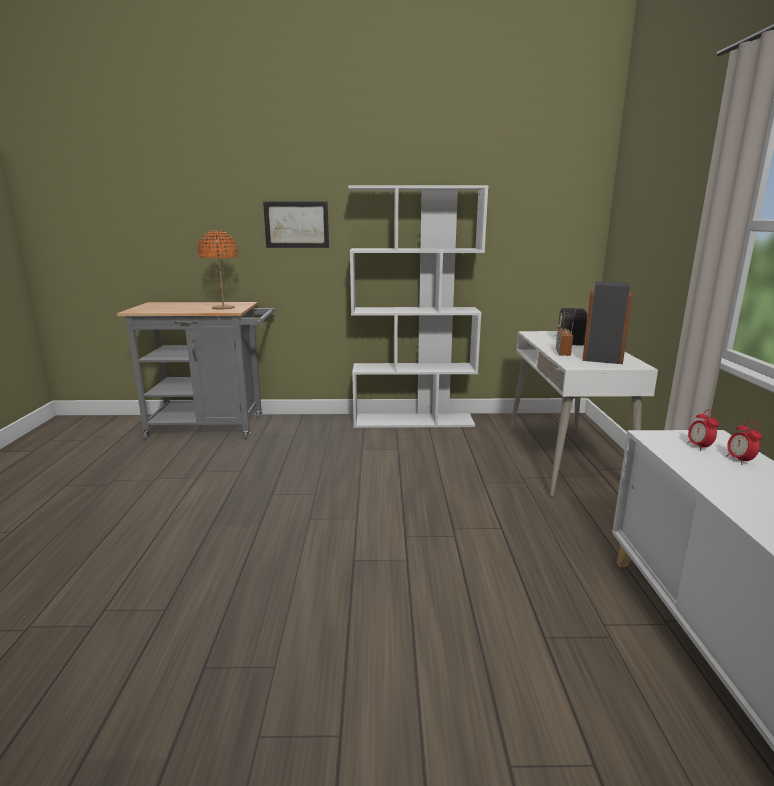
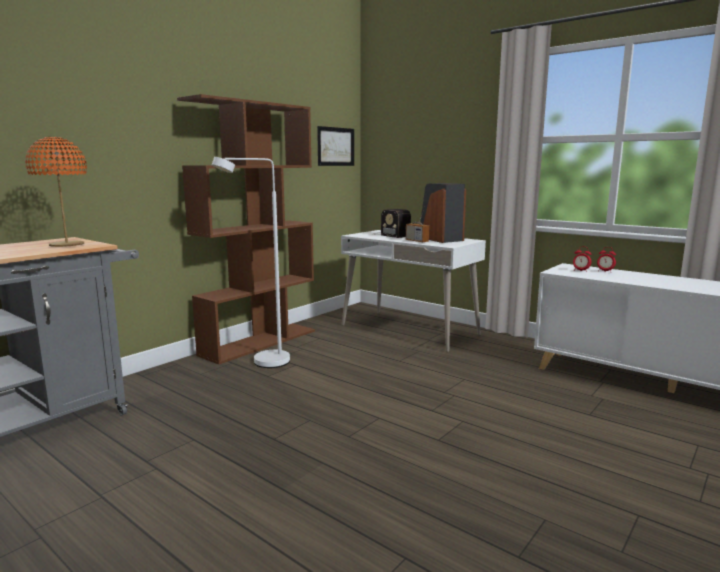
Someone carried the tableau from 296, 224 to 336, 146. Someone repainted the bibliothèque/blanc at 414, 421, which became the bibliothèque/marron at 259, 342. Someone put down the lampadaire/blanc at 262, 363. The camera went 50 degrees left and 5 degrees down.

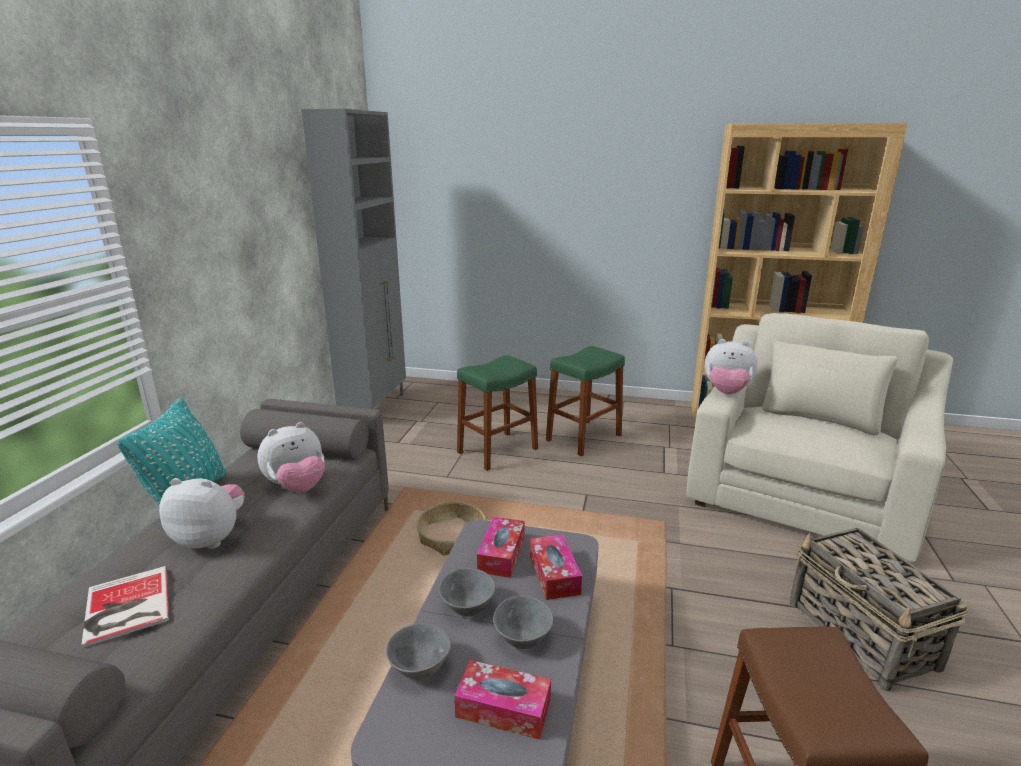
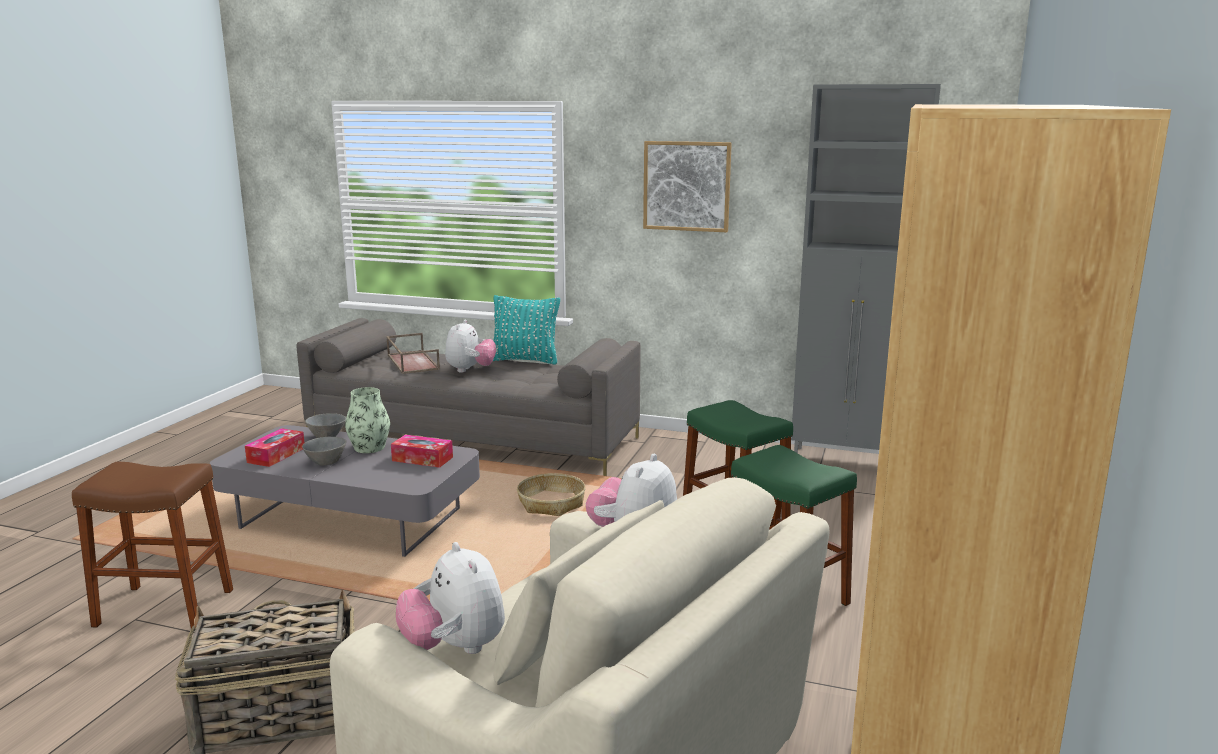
Someone swapped the livre at 125, 607 for the plateau/marron at 412, 362. Someone carried the peluche from 297, 487 to 454, 648. Someone swapped the bol/gris at 466, 608 for the vase at 369, 447. Someone took away the boîte à mouchoirs at 554, 574. Someone put up the tableau at 687, 186. The camera went 95 degrees right and 5 degrees down.

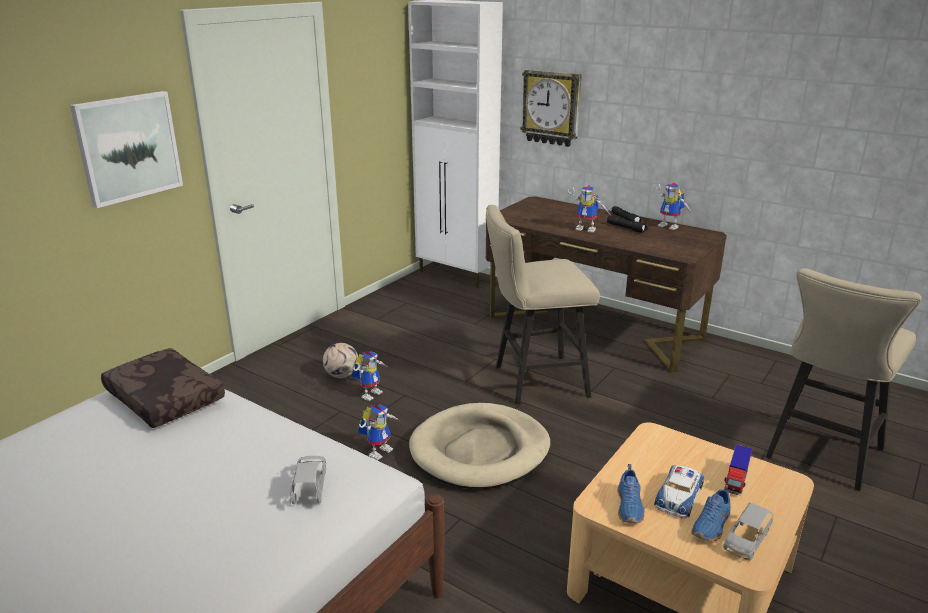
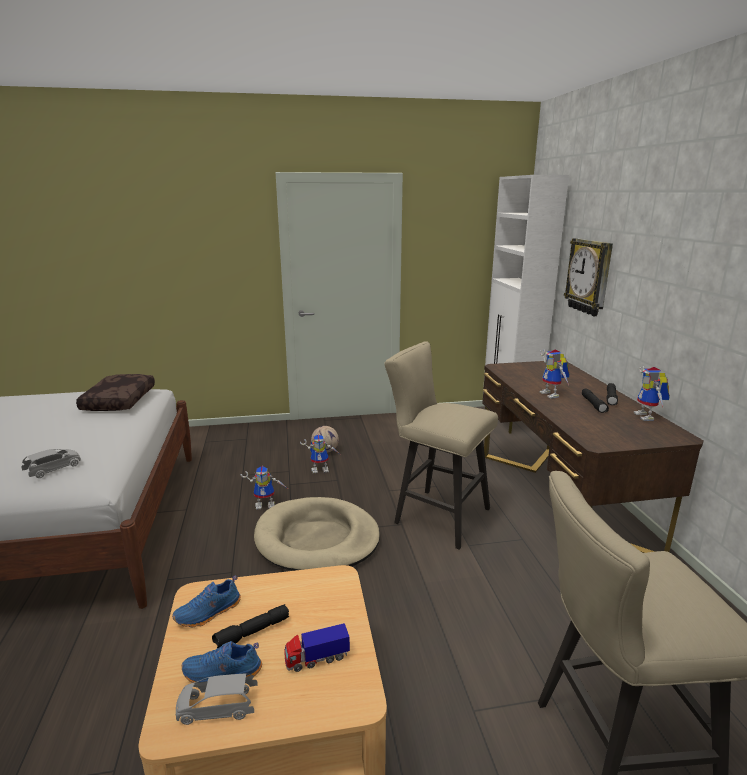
Someone took away the tableau at 128, 147. Someone swapped the petite voiture at 678, 496 for the lampe de poche/noir at 252, 633. The camera went 45 degrees right and 5 degrees down.

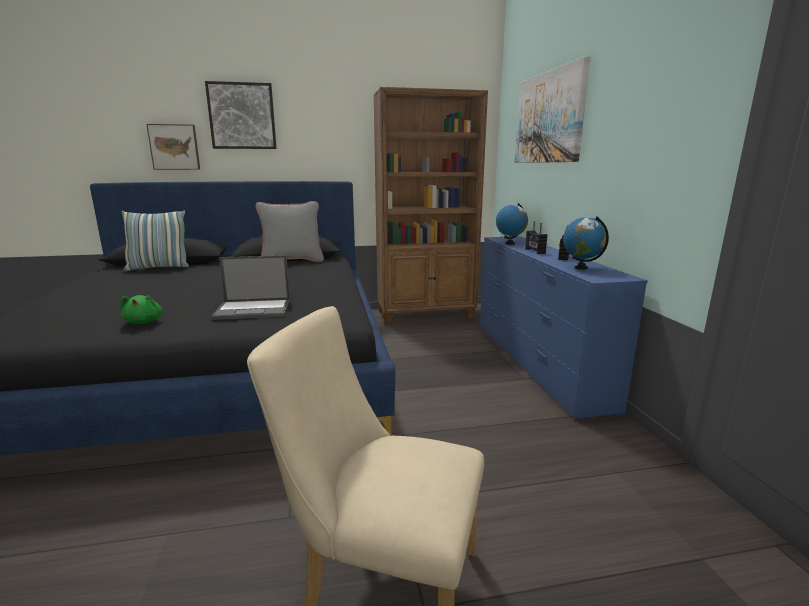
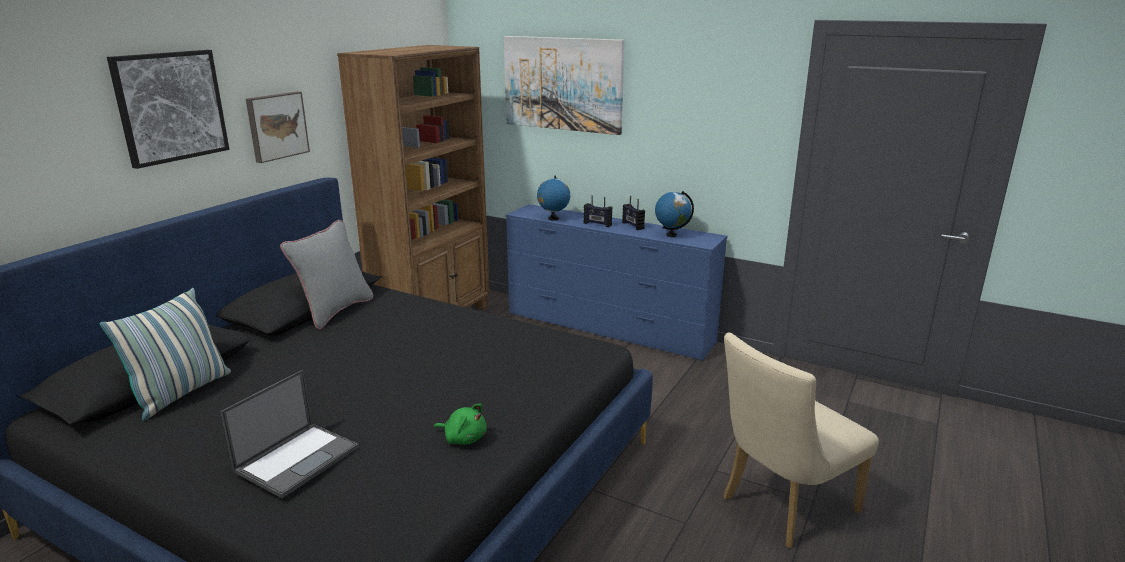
Someone carried the tableau from 174, 147 to 276, 126. Someone carried the ordinateur portable from 254, 309 to 298, 458. The camera went 50 degrees left and 5 degrees up.

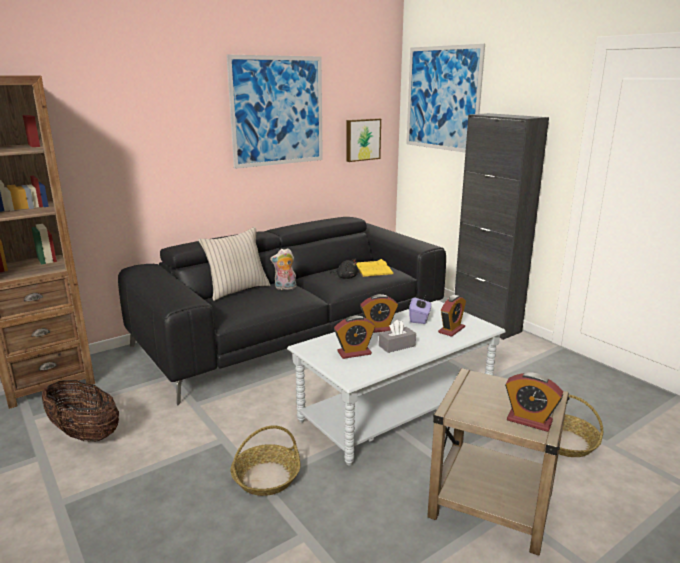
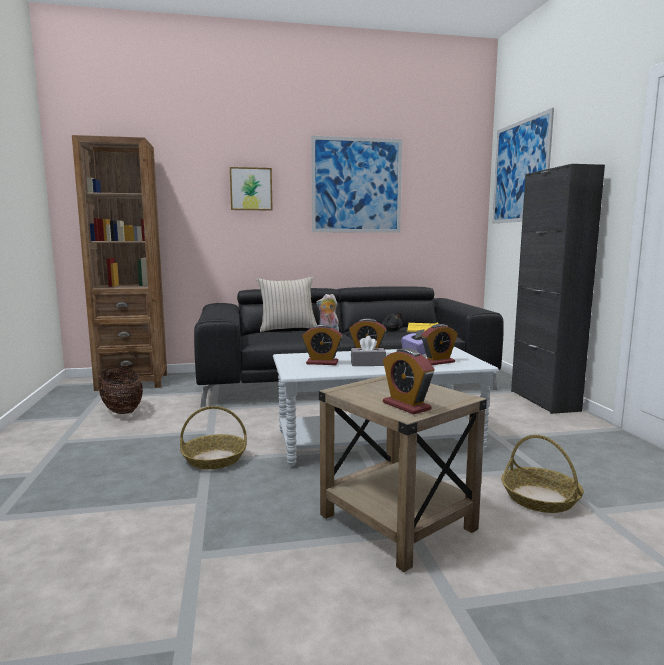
Someone carried the tableau from 362, 139 to 251, 189. The camera went 25 degrees right and 10 degrees down.

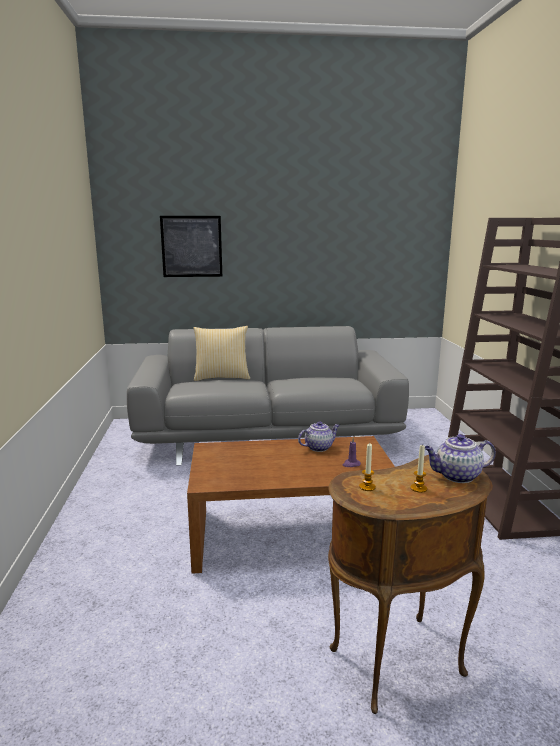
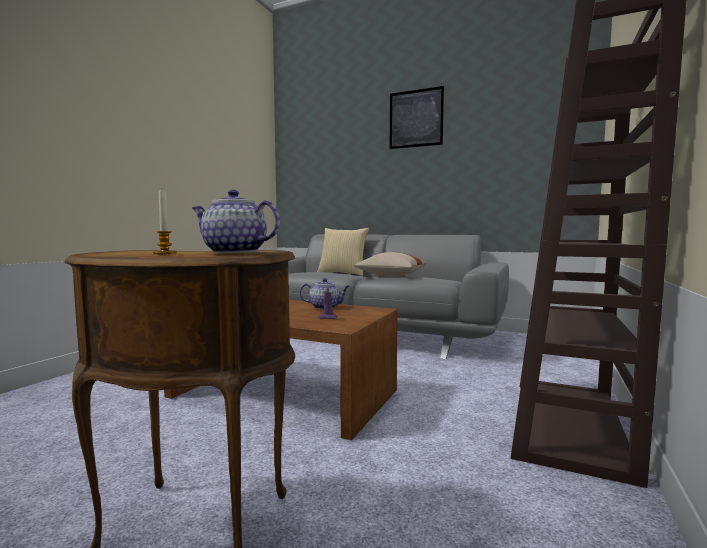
Someone carried the tableau from 191, 246 to 416, 118. Someone took away the bougie at 367, 487. Someone put down the coussin/beige at 390, 276. The camera went 30 degrees right and 10 degrees down.

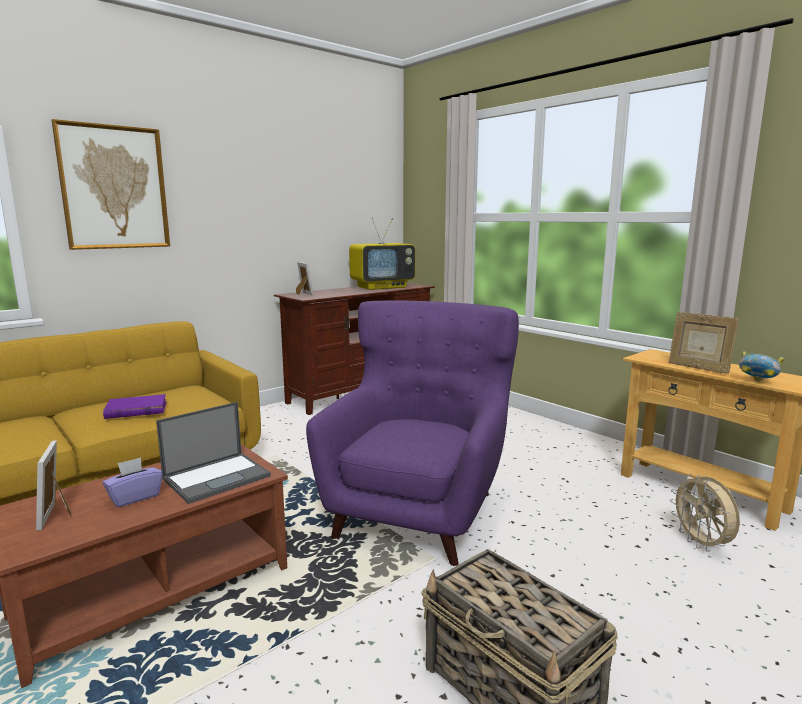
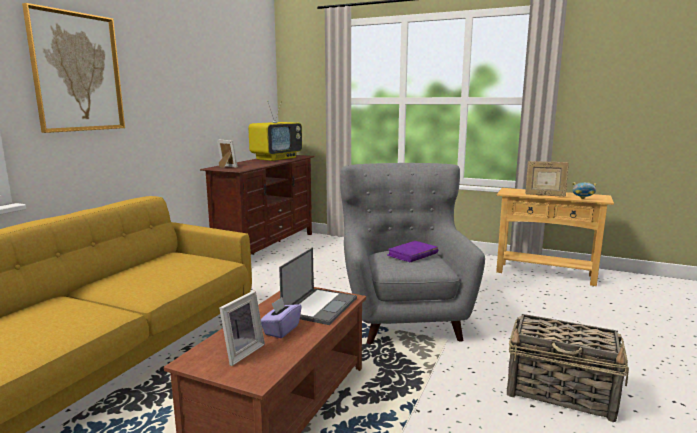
Someone rotated the cadre photo at 58, 514 by 105 degrees counterclockwise. Someone carried the livre/violet from 136, 410 to 412, 254. Someone repainted the fauteuil/violet at 418, 510, which became the fauteuil/gris at 403, 316. Someone took away the ventilateur/beige at 701, 544. The camera went 25 degrees left and 0 degrees up.

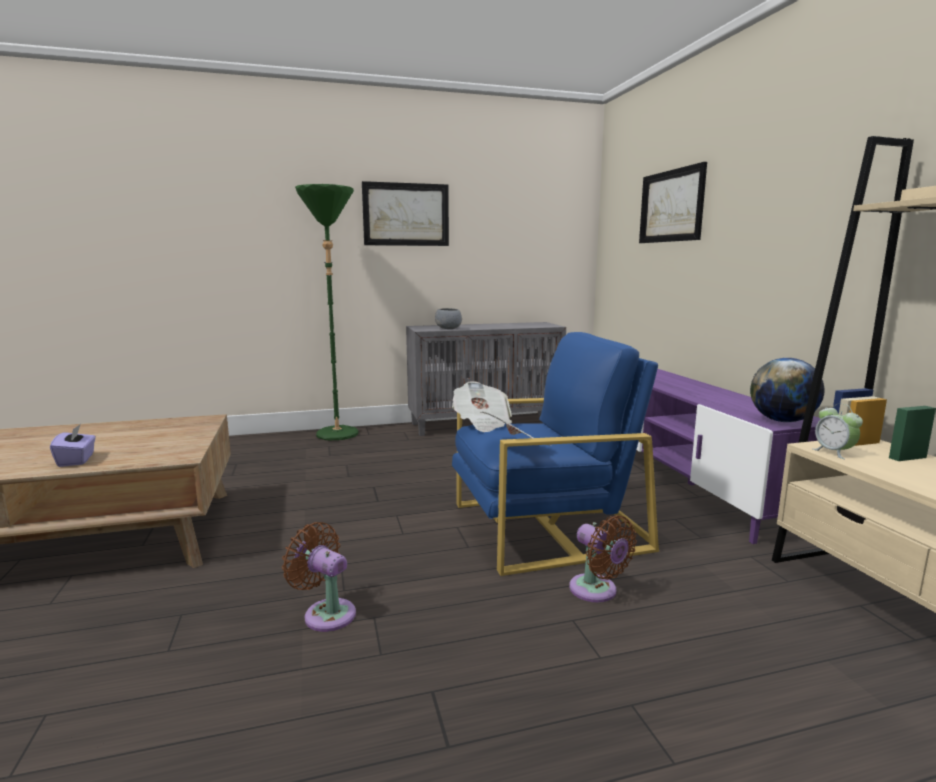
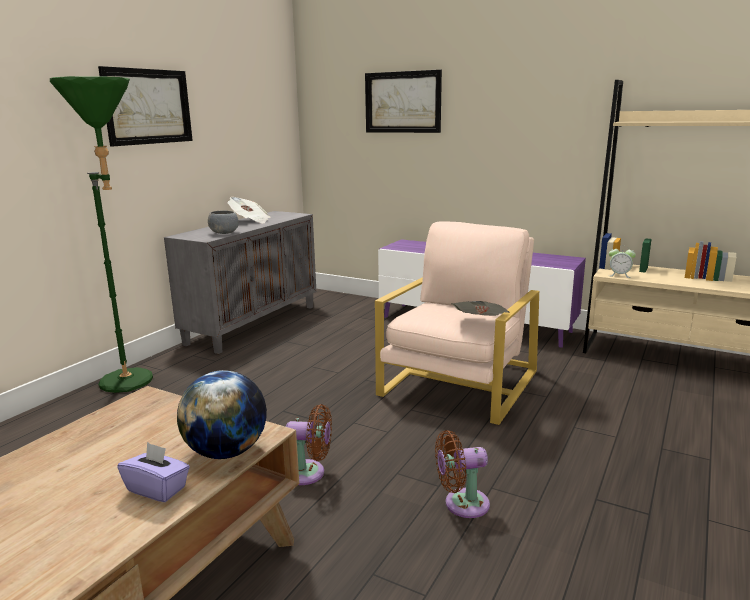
Someone repainted the fauteuil/bleu at 546, 526, which became the fauteuil/beige at 458, 383. Someone carried the journal from 482, 423 to 250, 221. Someone carried the ventilateur/marron from 597, 591 to 309, 473. Someone carried the globe from 782, 421 to 227, 452. The camera went 45 degrees left and 5 degrees up.

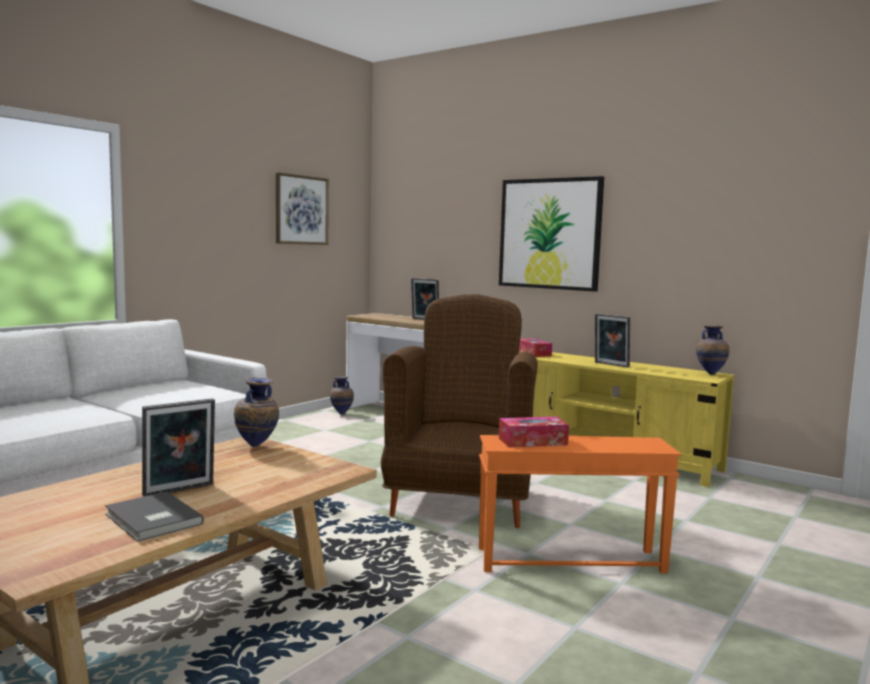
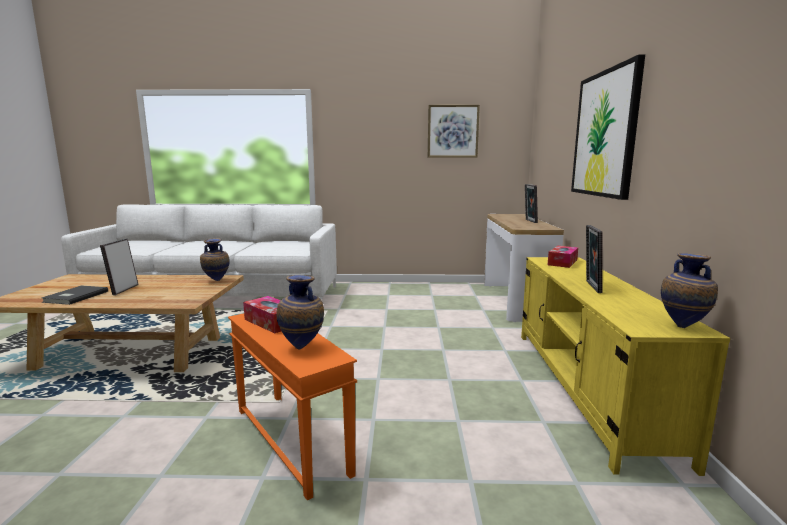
Someone rotated the cadre photo at 180, 491 by 75 degrees clockwise. Someone carried the vase from 341, 414 to 303, 347. Someone took away the fauteuil/marron at 461, 501. The camera went 55 degrees right and 5 degrees up.

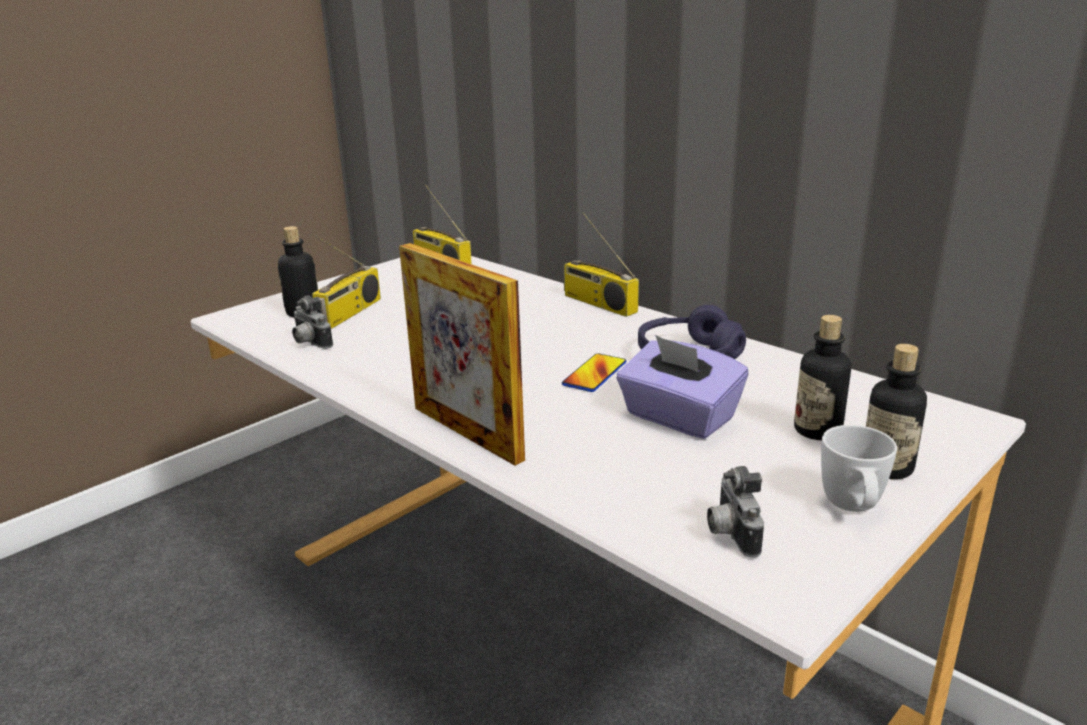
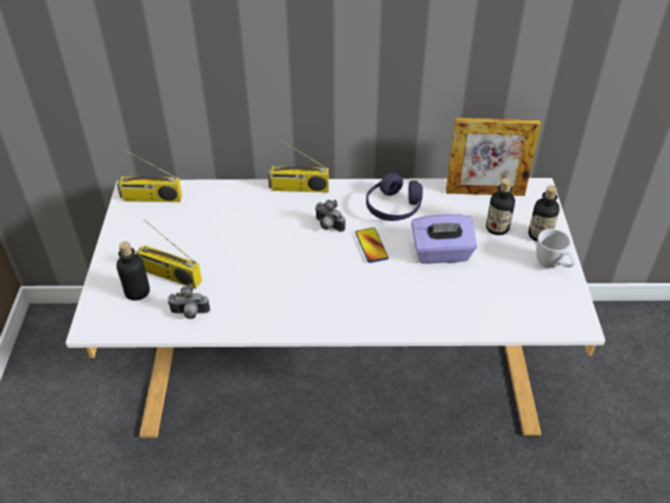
Someone rotated the radio at 350, 313 by 135 degrees clockwise. Someone carried the cadre photo from 467, 433 to 485, 192. Someone carried the appareil photo from 730, 534 to 328, 226. The camera went 45 degrees left and 20 degrees up.

